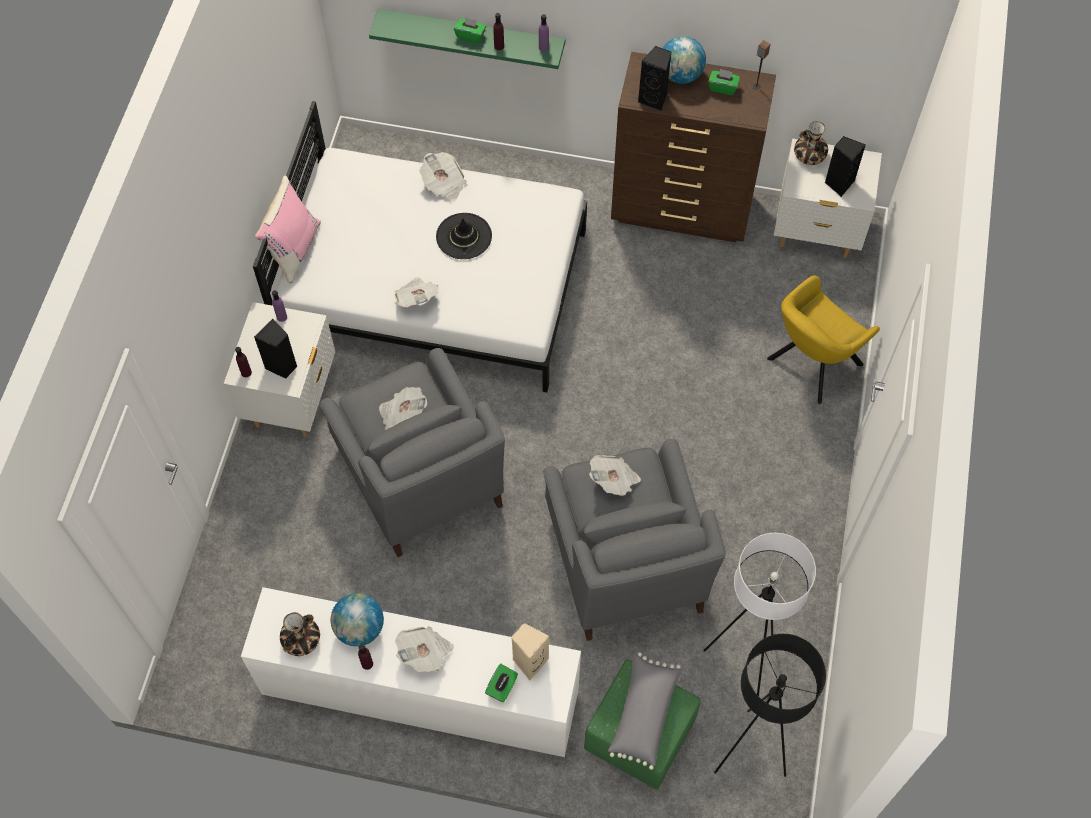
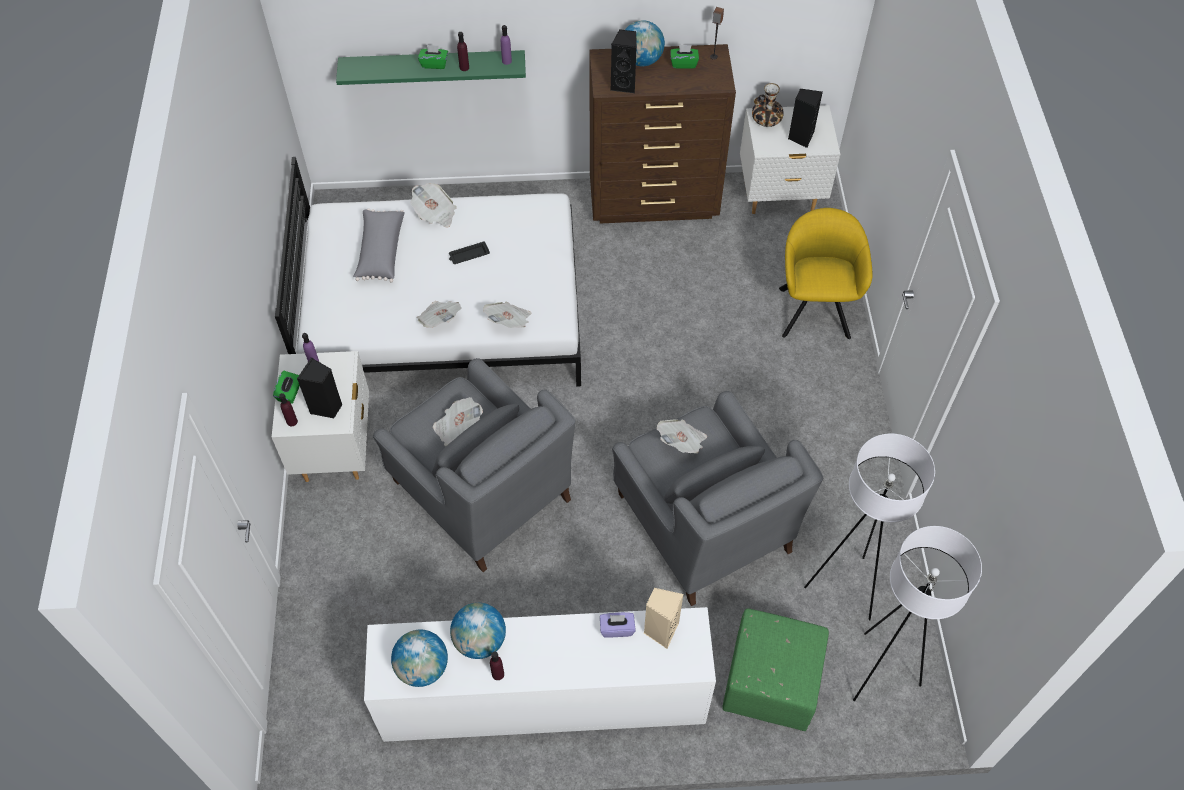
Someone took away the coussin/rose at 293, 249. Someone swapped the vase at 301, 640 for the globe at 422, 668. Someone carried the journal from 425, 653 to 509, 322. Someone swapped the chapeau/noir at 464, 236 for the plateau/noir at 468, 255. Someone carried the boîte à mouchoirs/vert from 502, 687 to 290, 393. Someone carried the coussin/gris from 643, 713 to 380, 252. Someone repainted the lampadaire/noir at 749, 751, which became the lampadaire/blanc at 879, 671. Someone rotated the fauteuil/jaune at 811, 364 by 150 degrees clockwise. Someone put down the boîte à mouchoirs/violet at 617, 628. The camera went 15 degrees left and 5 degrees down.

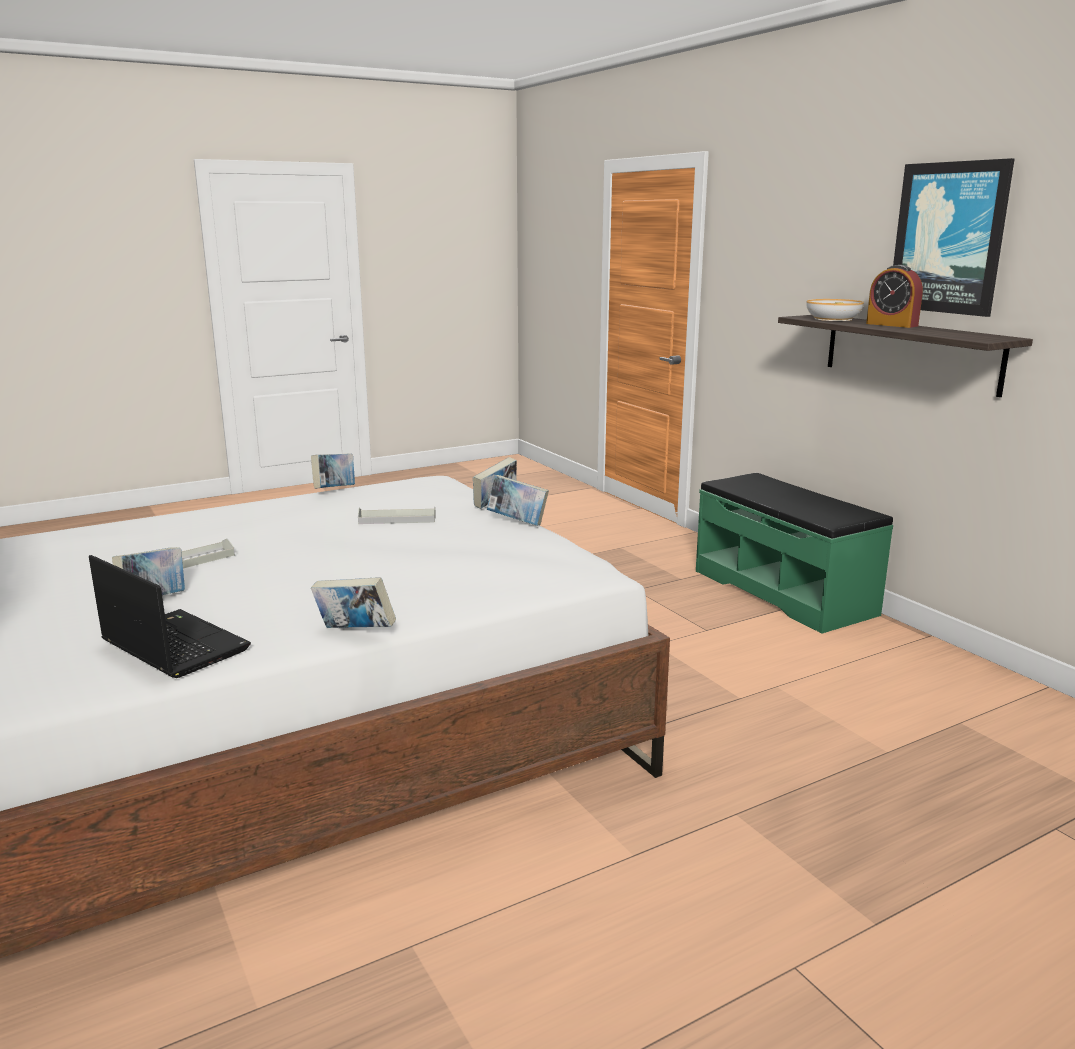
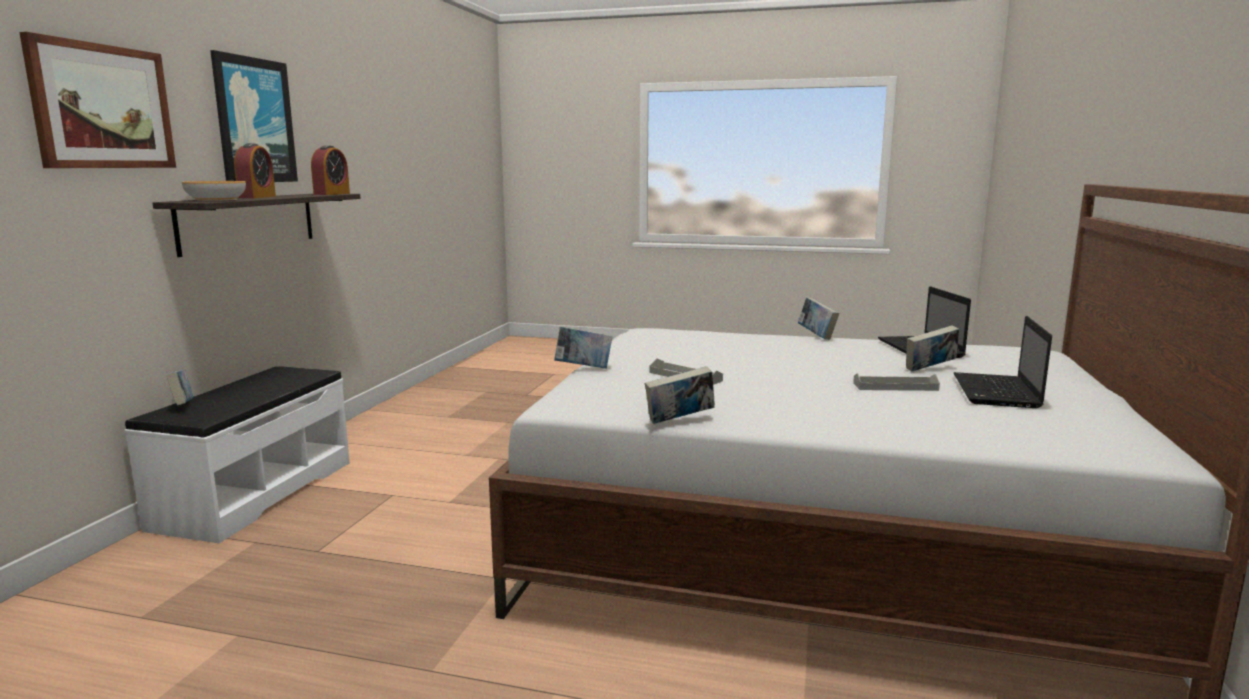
Someone carried the livre from 517, 522 to 183, 405. Someone repainted the banc/vert at 783, 592, which became the banc/blanc at 255, 493. Someone put up the tableau at 102, 107. Someone put down the réveil at 332, 194. Someone put down the ordinateur portable at 997, 393. The camera went 135 degrees left and 5 degrees down.

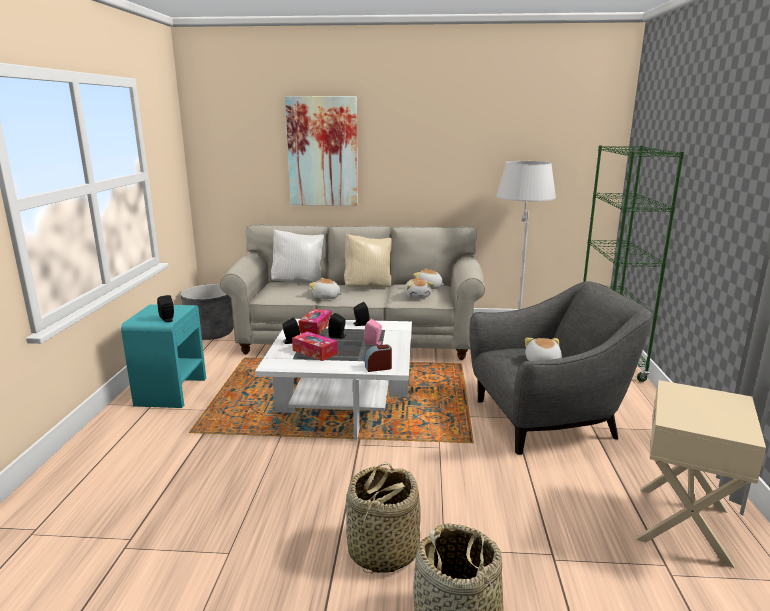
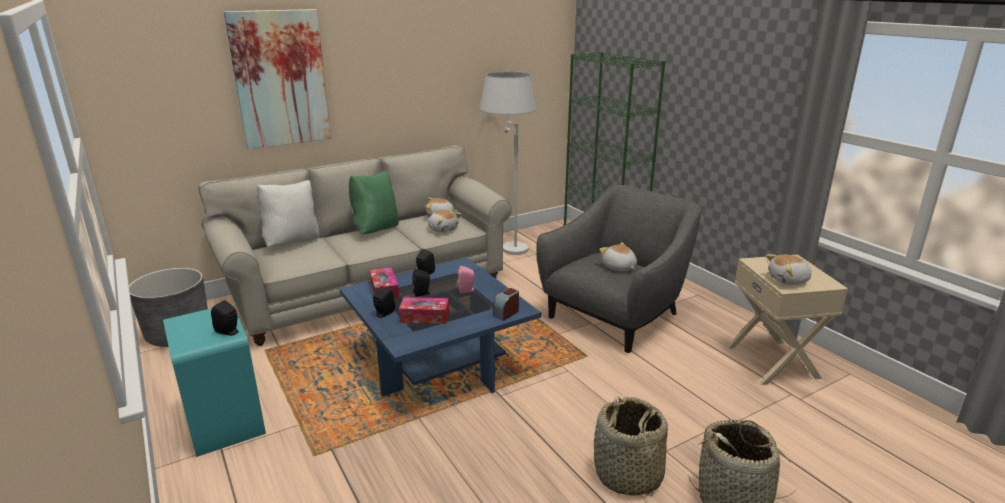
Someone repainted the table basse/blanc at 343, 404, which became the table basse/bleu at 439, 363. Someone carried the peluche from 326, 297 to 788, 280. Someone repainted the coussin/beige at 368, 287, which became the coussin/vert at 375, 230. The camera went 35 degrees left and 5 degrees up.

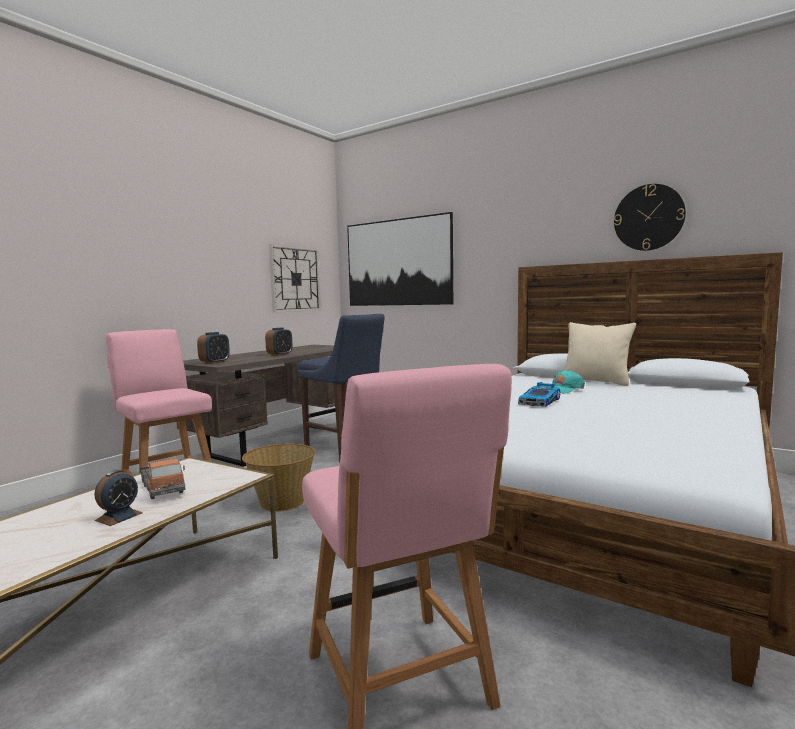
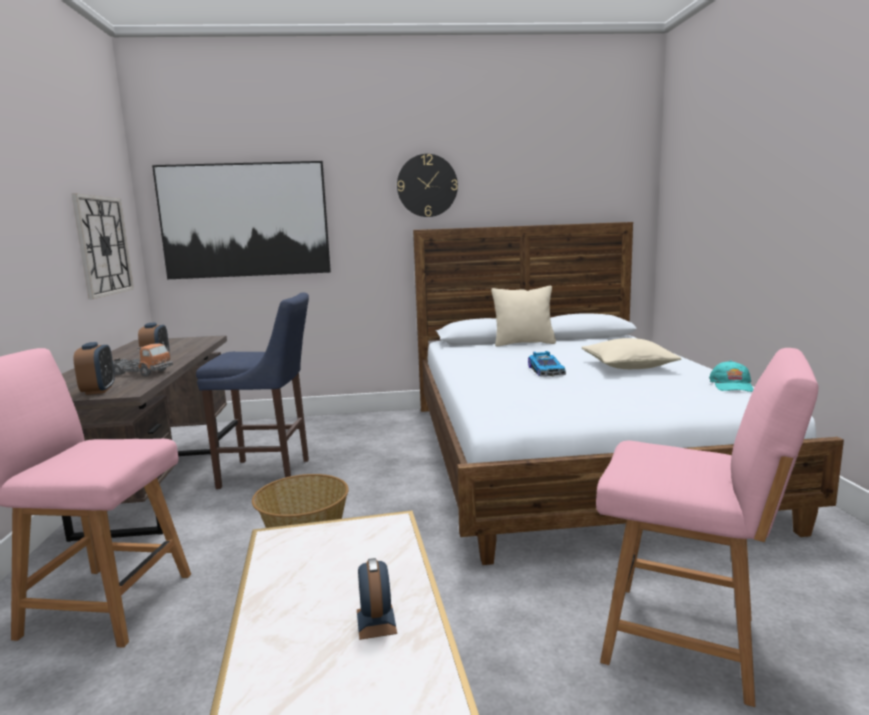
Someone carried the camion jouet from 162, 488 to 137, 373. Someone carried the casquette/turquoise from 563, 389 to 732, 386. Someone carried the horloge murale from 648, 217 to 427, 185. Someone put down the coussin/beige at 628, 366. The camera went 40 degrees left and 5 degrees up.

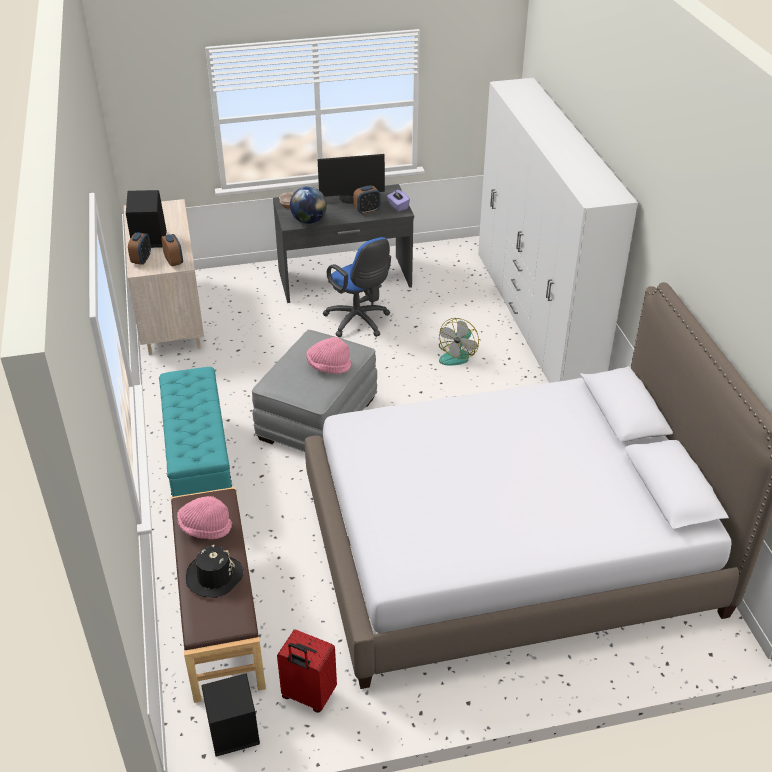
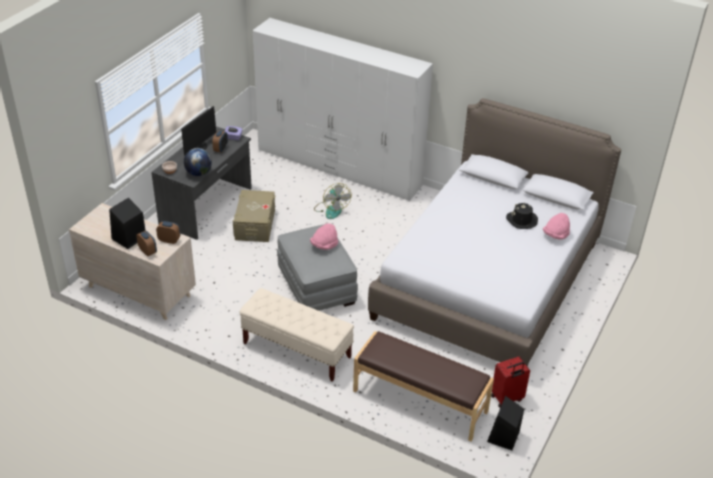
Someone repainted the banc/turquoise at 199, 464, which became the banc/beige at 296, 350. Someone carried the chapeau/rose from 205, 527 to 555, 235. Someone carried the chapeau/noir from 214, 576 to 521, 220. Someone swapped the chaise de bureau/bleu at 359, 322 for the boîte de rangement/beige at 255, 224. The camera went 50 degrees left and 0 degrees up.

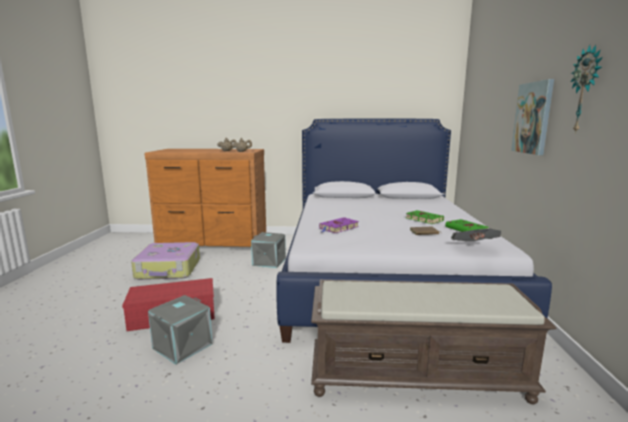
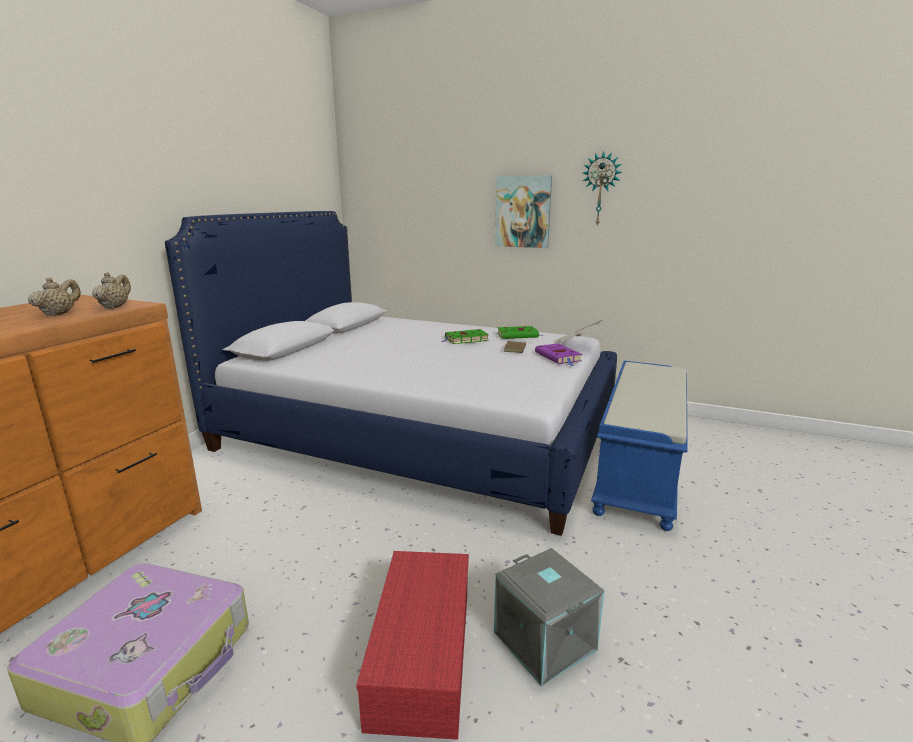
Someone took away the boîte de rangement/gris at 269, 261. Someone repainted the banc/marron at 418, 376, which became the banc/bleu at 638, 469. Someone carried the livre/violet from 338, 228 to 559, 357. The camera went 70 degrees left and 5 degrees up.

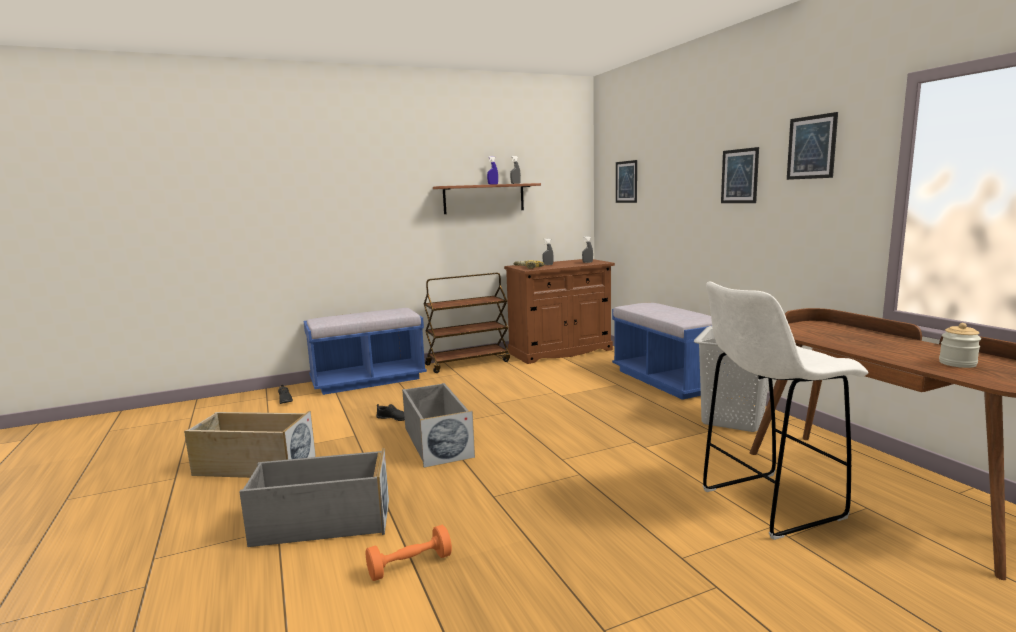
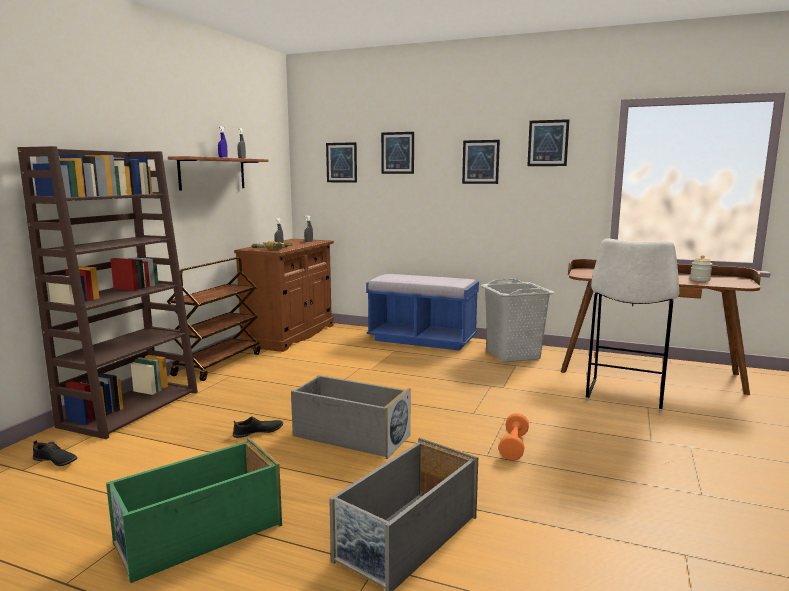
Someone repainted the boîte de rangement/beige at 254, 466, which became the boîte de rangement/vert at 198, 535. Someone swapped the banc/bleu at 368, 380 for the bibliothèque/marron at 131, 408. Someone carried the haltère/orange from 410, 565 to 514, 446. Someone put up the tableau at 397, 153. The camera went 45 degrees left and 0 degrees up.

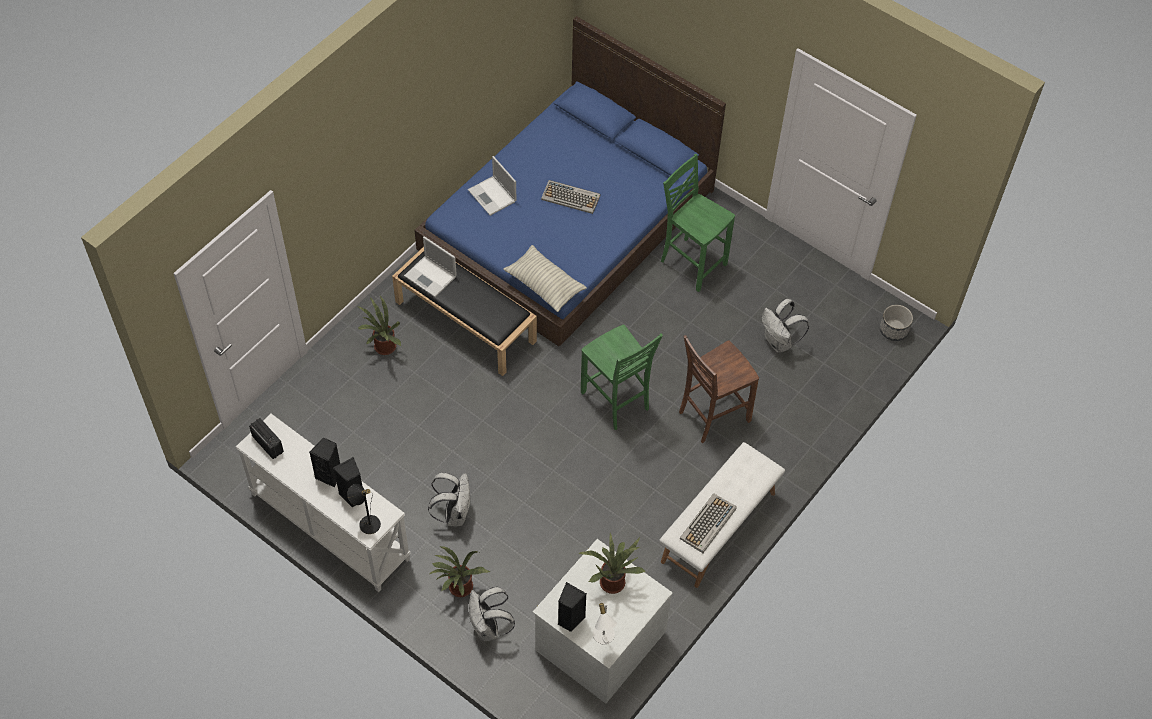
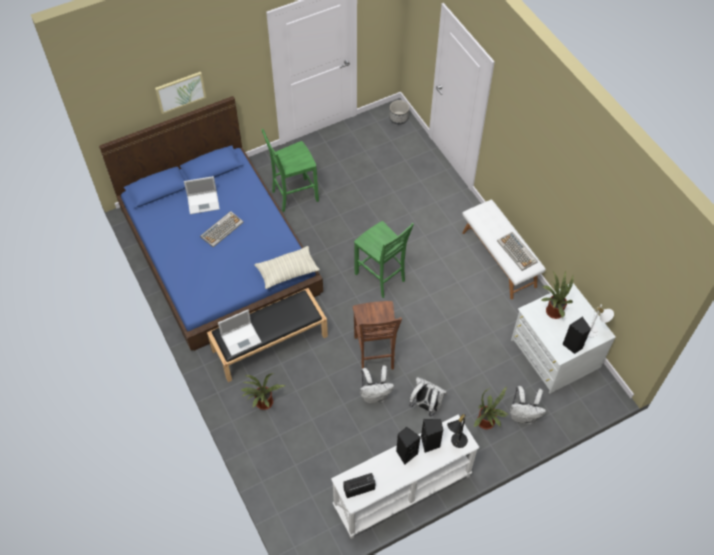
Someone carried the ordinateur portable from 492, 196 to 204, 202. Someone rotated the chaise/vert at 616, 401 by 60 degrees clockwise. Someone carried the chaise/marron from 712, 416 to 374, 354. Someone carried the sac à dos/blanc from 779, 342 to 375, 395. Someone put up the tableau at 180, 92. The camera went 65 degrees left and 0 degrees up.

